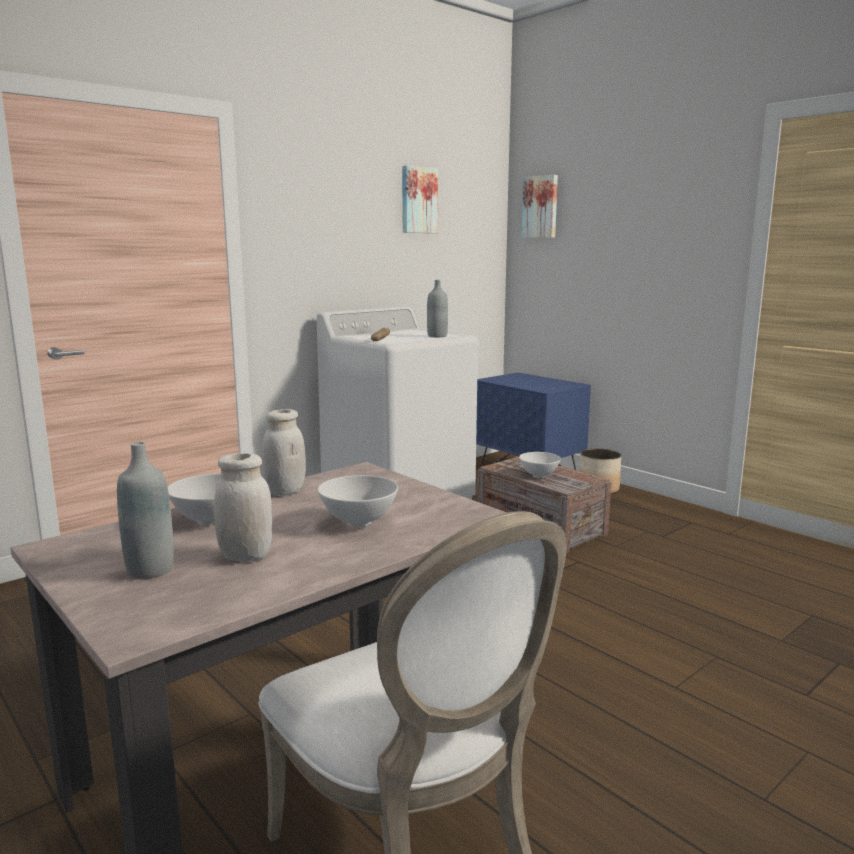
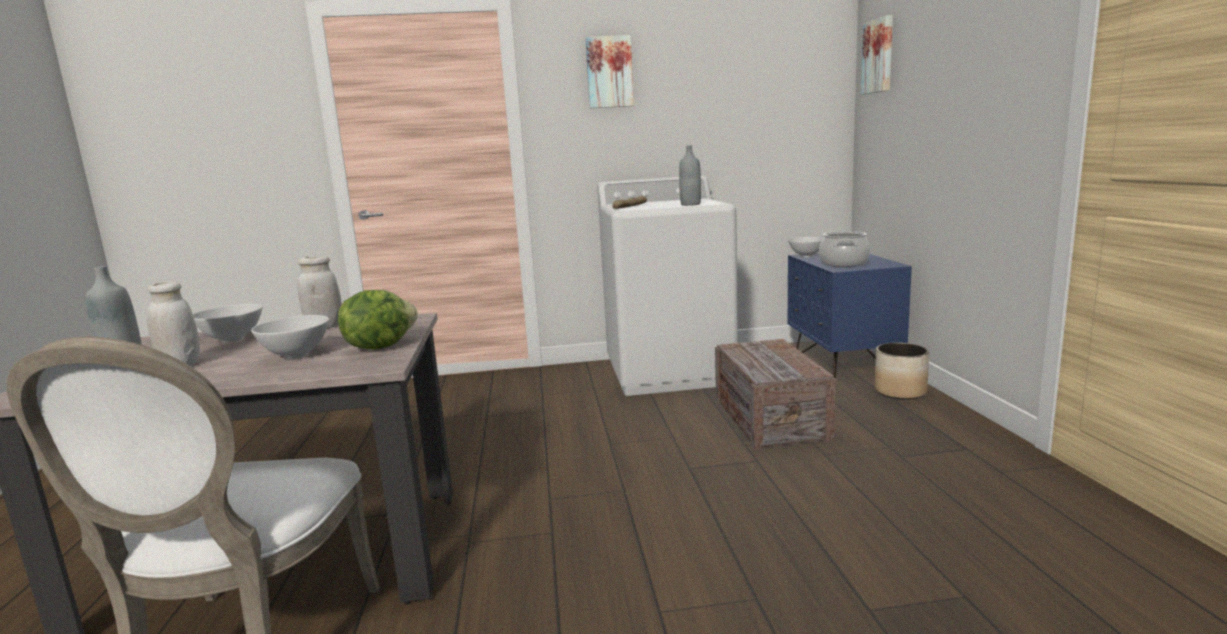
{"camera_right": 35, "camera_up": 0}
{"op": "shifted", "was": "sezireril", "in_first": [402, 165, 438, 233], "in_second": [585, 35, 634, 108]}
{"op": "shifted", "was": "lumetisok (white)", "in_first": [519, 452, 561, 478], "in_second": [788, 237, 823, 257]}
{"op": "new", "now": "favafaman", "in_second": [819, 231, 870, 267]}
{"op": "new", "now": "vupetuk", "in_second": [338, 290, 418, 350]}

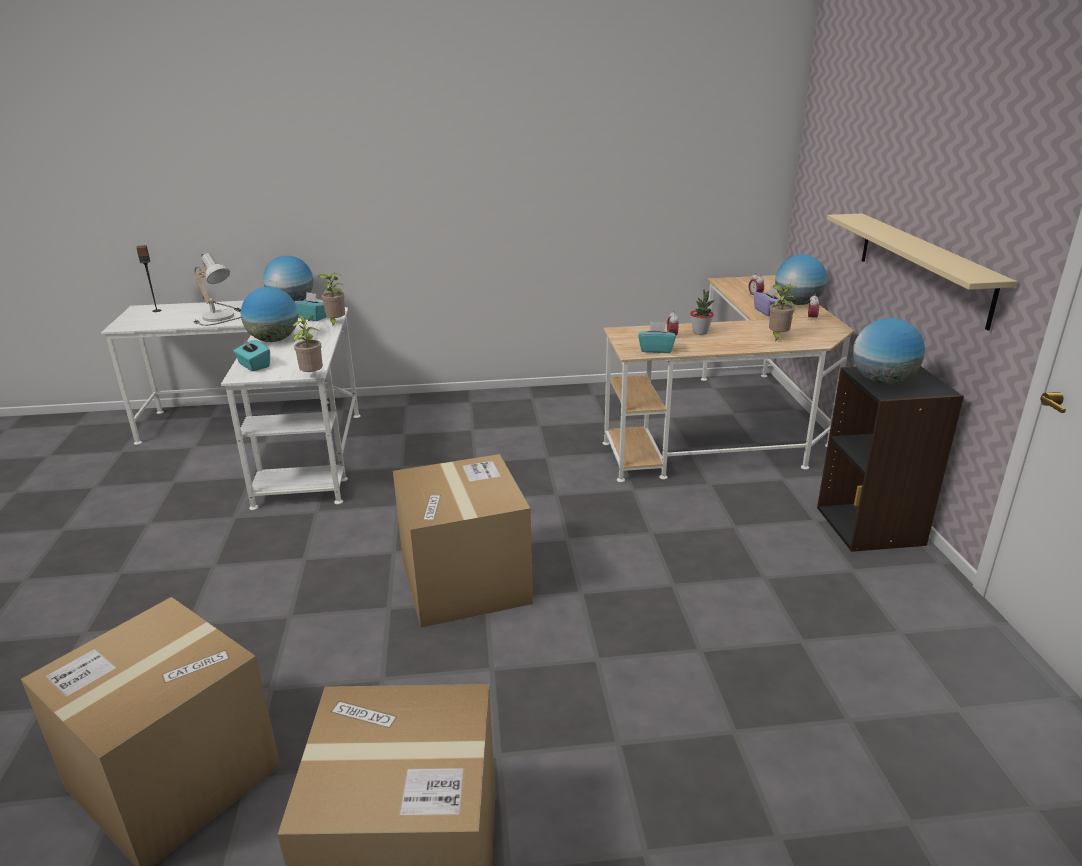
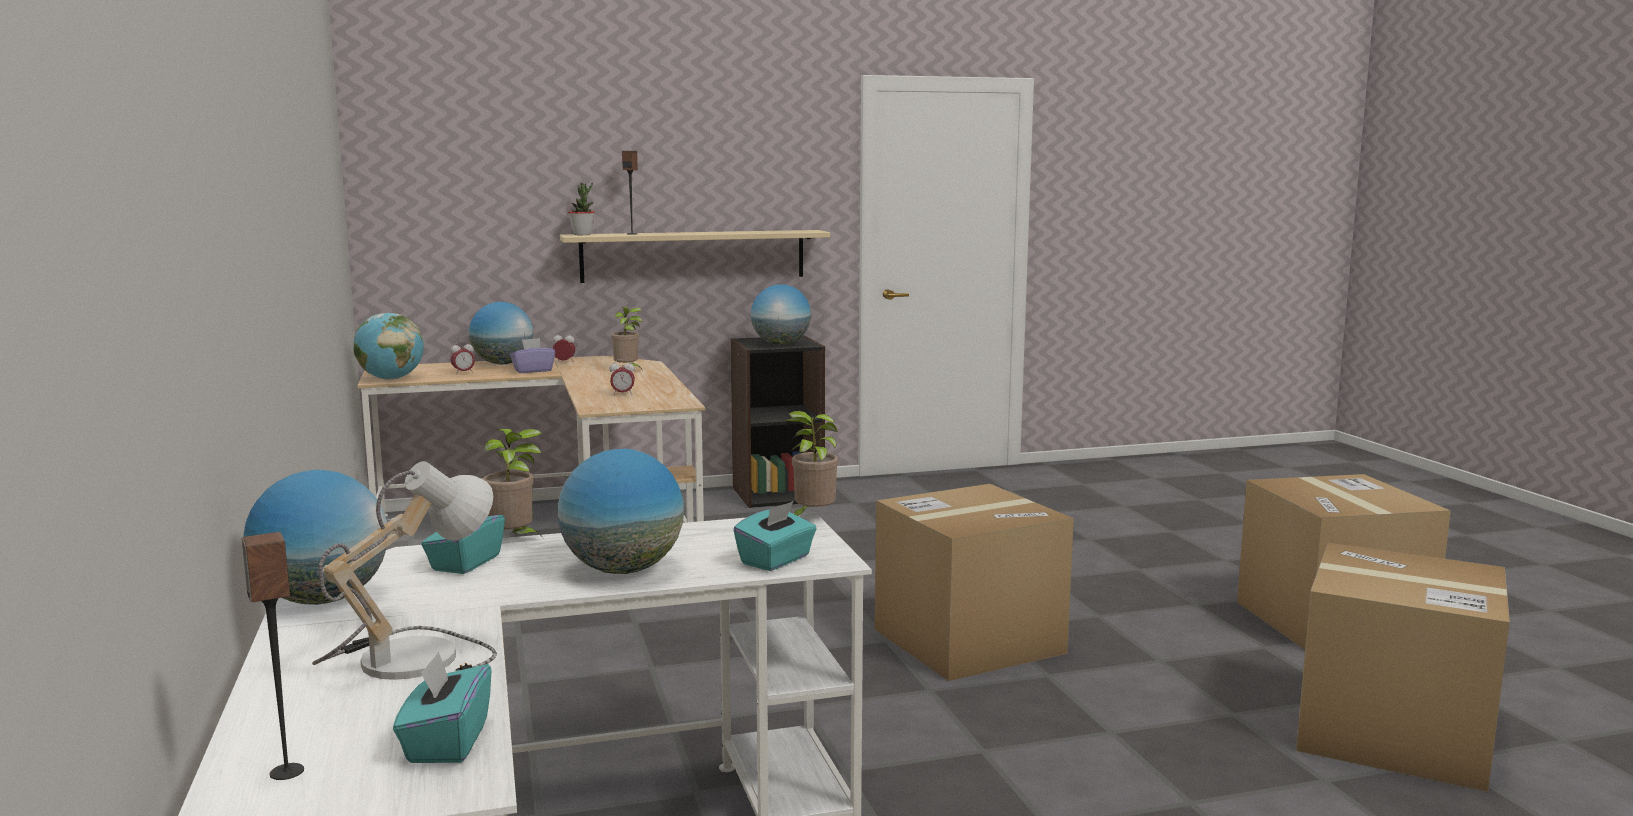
{"camera_right": -100, "camera_up": -15}
{"op": "shifted", "was": "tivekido", "in_first": [690, 289, 714, 335], "in_second": [568, 183, 595, 235]}
{"op": "shifted", "was": "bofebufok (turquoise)", "in_first": [638, 322, 676, 353], "in_second": [393, 651, 492, 763]}
{"op": "new", "now": "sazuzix", "in_second": [622, 151, 638, 235]}
{"op": "new", "now": "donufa", "in_second": [354, 313, 424, 380]}

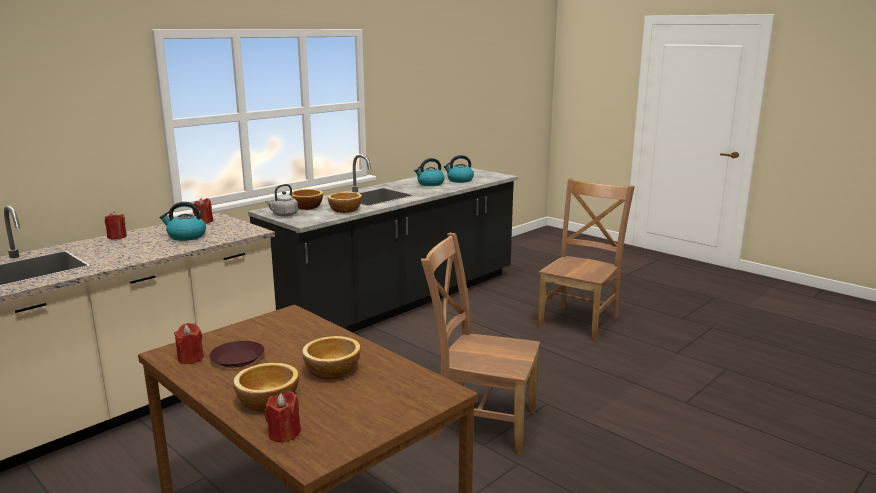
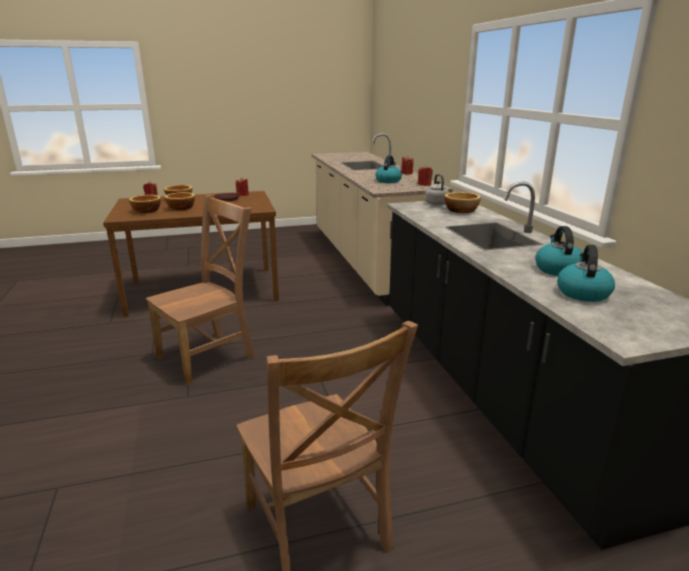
{"camera_right": 120, "camera_up": 5}
{"op": "shifted", "was": "lumetisok", "in_first": [328, 192, 362, 213], "in_second": [129, 195, 161, 213]}

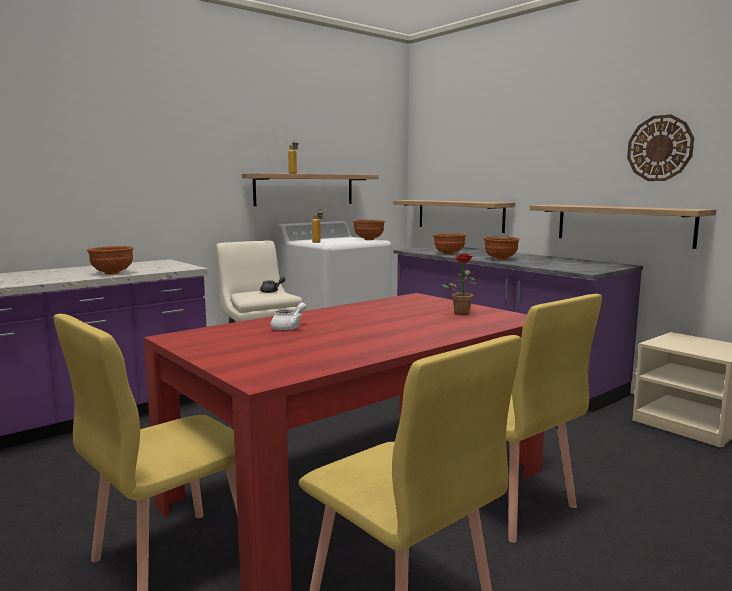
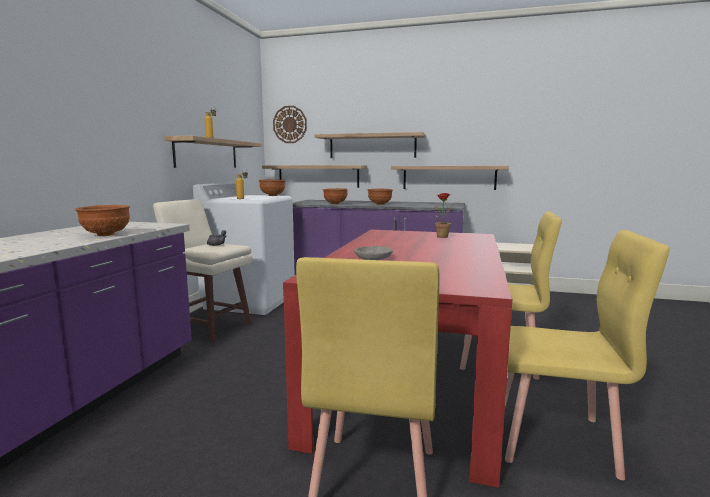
{"camera_right": -35, "camera_up": 0}
{"op": "shifted", "was": "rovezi", "in_first": [627, 114, 694, 181], "in_second": [273, 106, 307, 143]}
{"op": "swapped", "was": "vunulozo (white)", "now": "lumetisok (grey)", "in_first": [271, 302, 306, 331], "in_second": [354, 246, 393, 260]}
{"op": "new", "now": "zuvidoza", "in_second": [315, 132, 426, 158]}

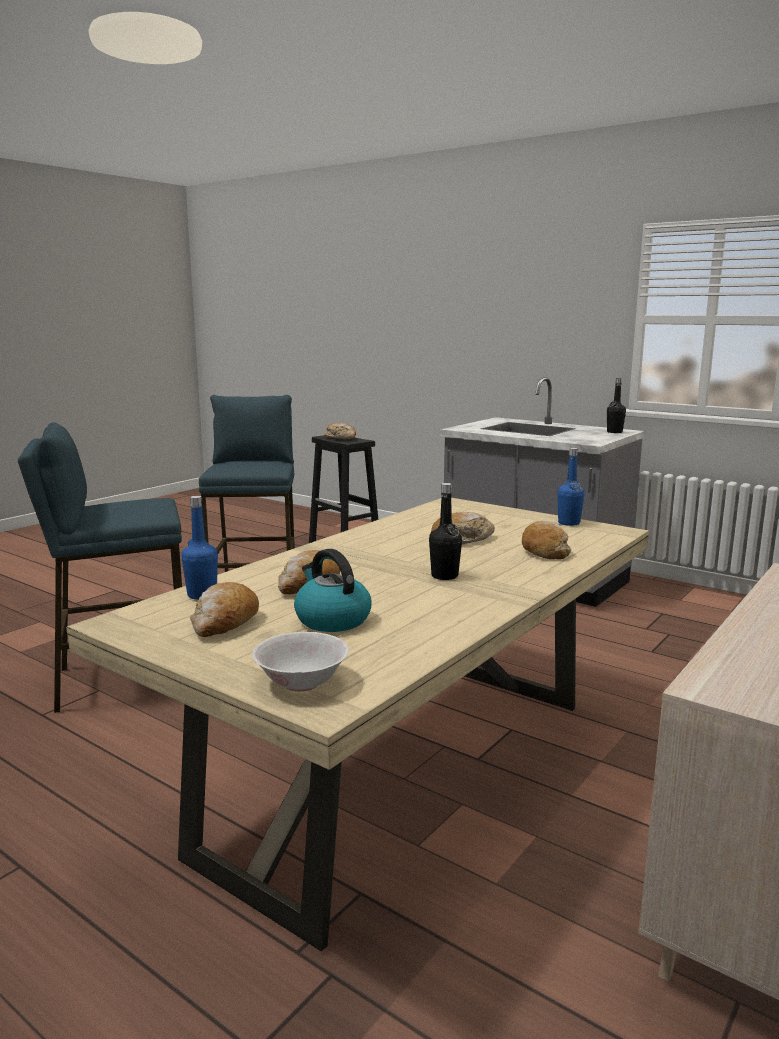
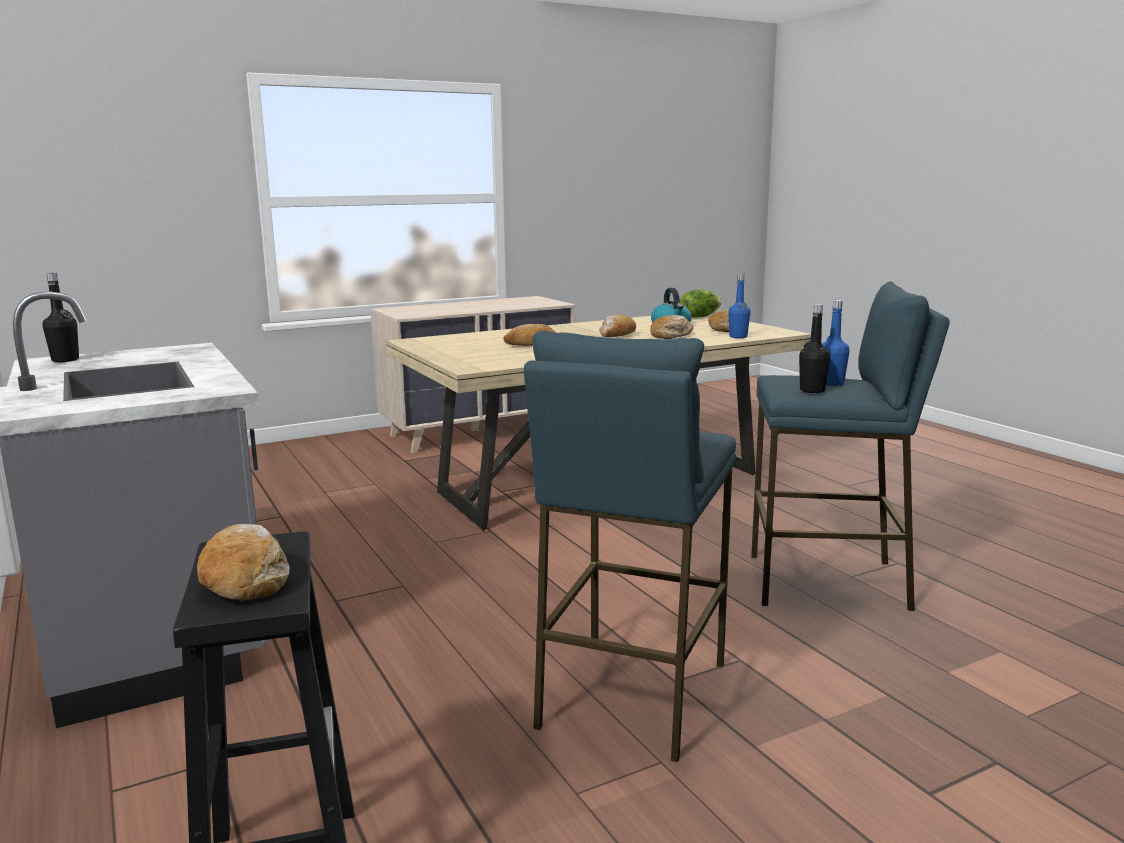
{"camera_right": -155, "camera_up": 0}
{"op": "shifted", "was": "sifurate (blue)", "in_first": [557, 448, 585, 526], "in_second": [822, 300, 850, 386]}
{"op": "shifted", "was": "sifurate (black)", "in_first": [429, 483, 462, 580], "in_second": [799, 304, 830, 393]}
{"op": "shifted", "was": "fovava", "in_first": [522, 521, 571, 559], "in_second": [599, 314, 636, 337]}
{"op": "swapped", "was": "lumetisok (white)", "now": "vupetuk", "in_first": [252, 632, 349, 692], "in_second": [680, 289, 721, 318]}

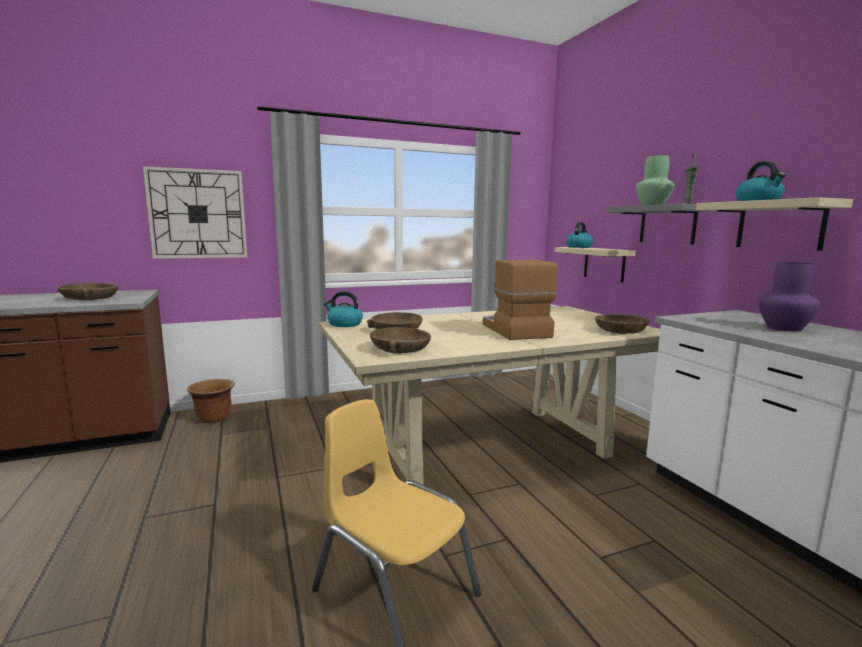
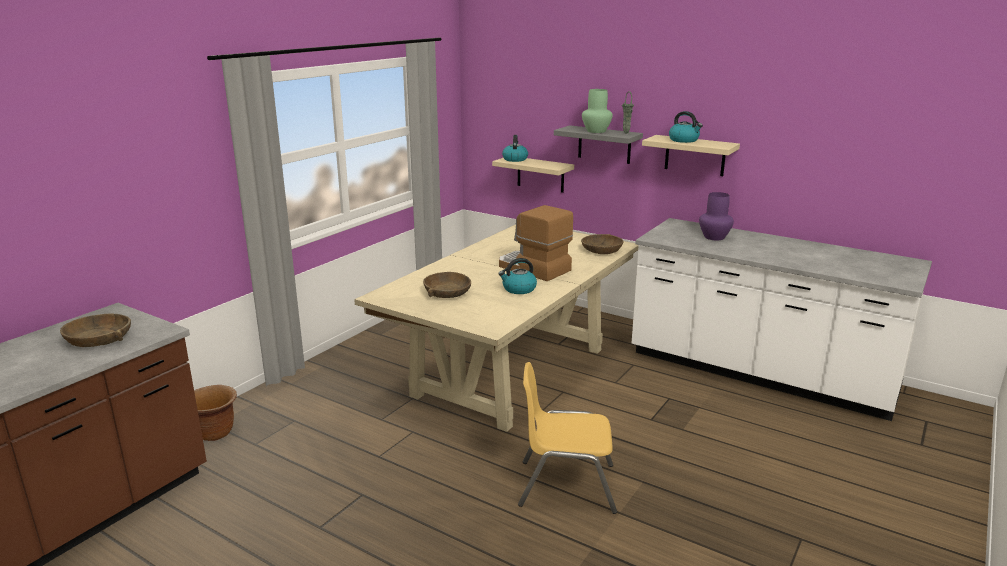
{"camera_right": -35, "camera_up": 10}
{"op": "gone", "was": "rovezi", "in_first": [143, 166, 247, 259]}
{"op": "shifted", "was": "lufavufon", "in_first": [324, 291, 363, 327], "in_second": [498, 258, 537, 294]}
{"op": "gone", "was": "lumetisok (brown)", "in_first": [370, 327, 431, 354]}

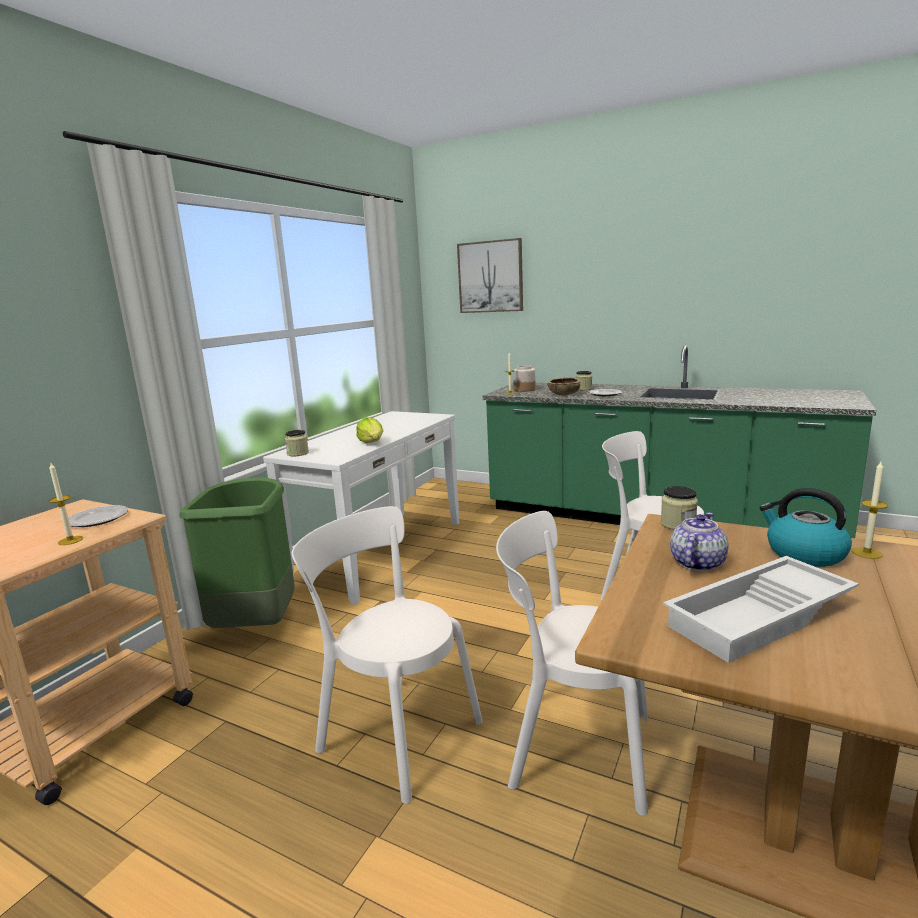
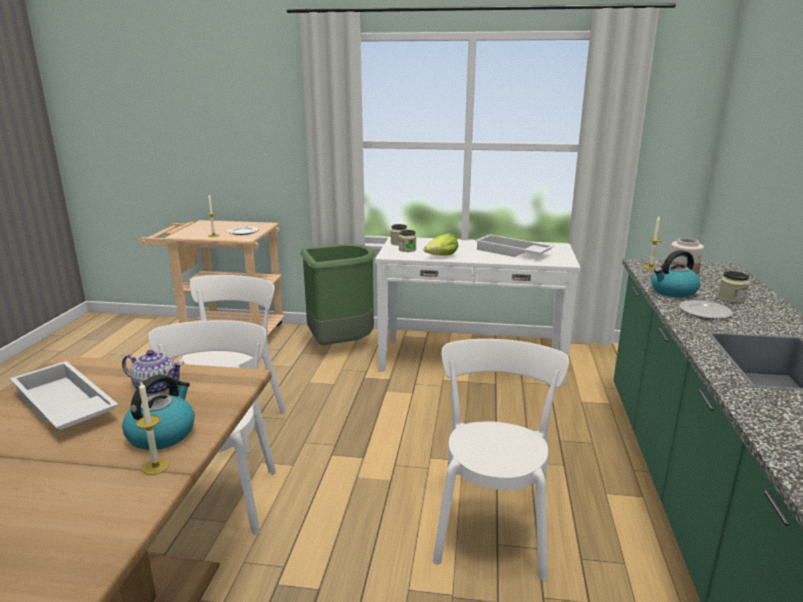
{"camera_right": 70, "camera_up": 5}
{"op": "gone", "was": "sezireril", "in_first": [457, 238, 523, 313]}
{"op": "swapped", "was": "lumetisok (brown)", "now": "lufavufon", "in_first": [547, 378, 580, 395], "in_second": [651, 250, 700, 298]}
{"op": "shifted", "was": "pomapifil", "in_first": [661, 486, 698, 530], "in_second": [399, 230, 416, 252]}
{"op": "new", "now": "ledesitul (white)", "in_second": [475, 235, 554, 257]}

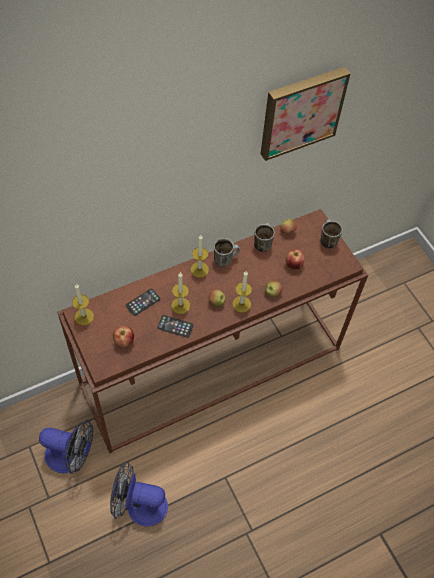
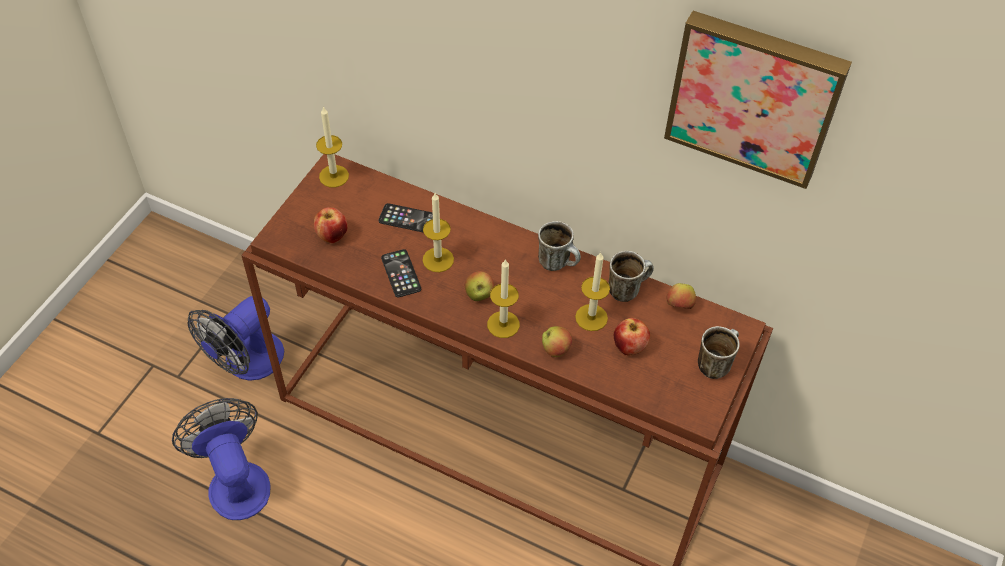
{"camera_right": 55, "camera_up": -5}
{"op": "shifted", "was": "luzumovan", "in_first": [191, 235, 209, 277], "in_second": [575, 252, 610, 331]}
{"op": "rotated", "was": "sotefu", "in_first": [39, 420, 93, 474], "in_second": [187, 296, 284, 381], "clockwise": 60}

